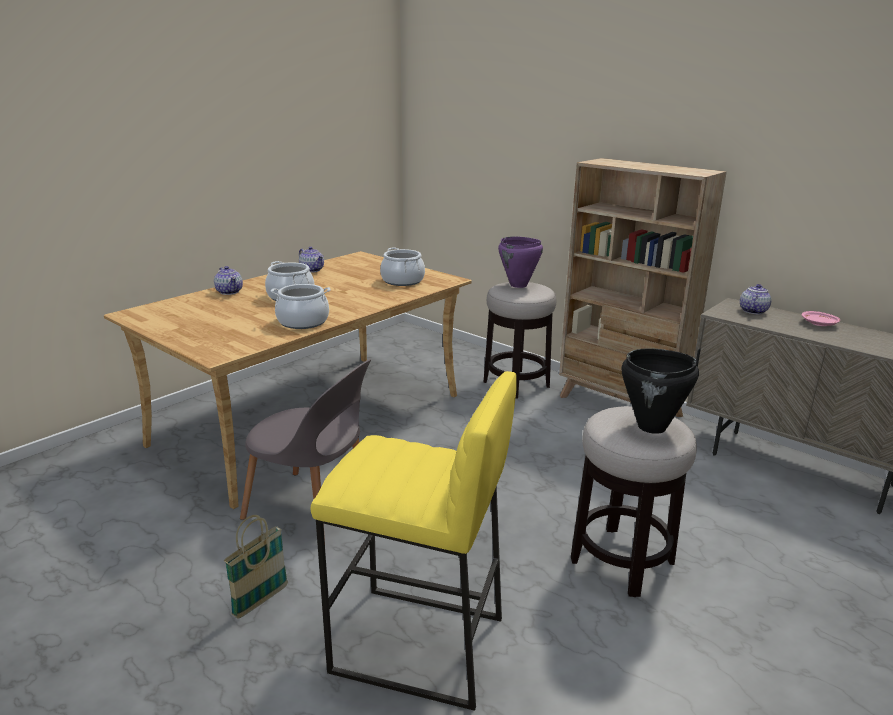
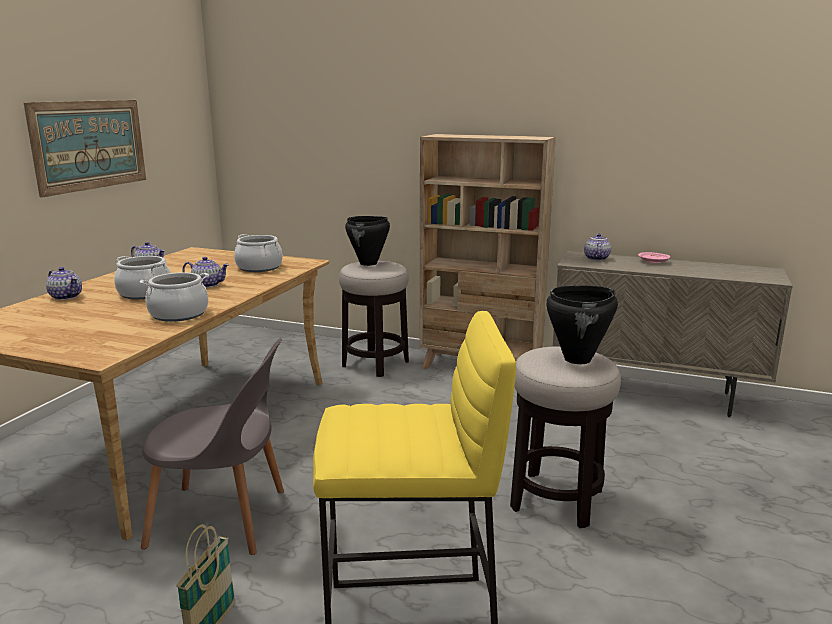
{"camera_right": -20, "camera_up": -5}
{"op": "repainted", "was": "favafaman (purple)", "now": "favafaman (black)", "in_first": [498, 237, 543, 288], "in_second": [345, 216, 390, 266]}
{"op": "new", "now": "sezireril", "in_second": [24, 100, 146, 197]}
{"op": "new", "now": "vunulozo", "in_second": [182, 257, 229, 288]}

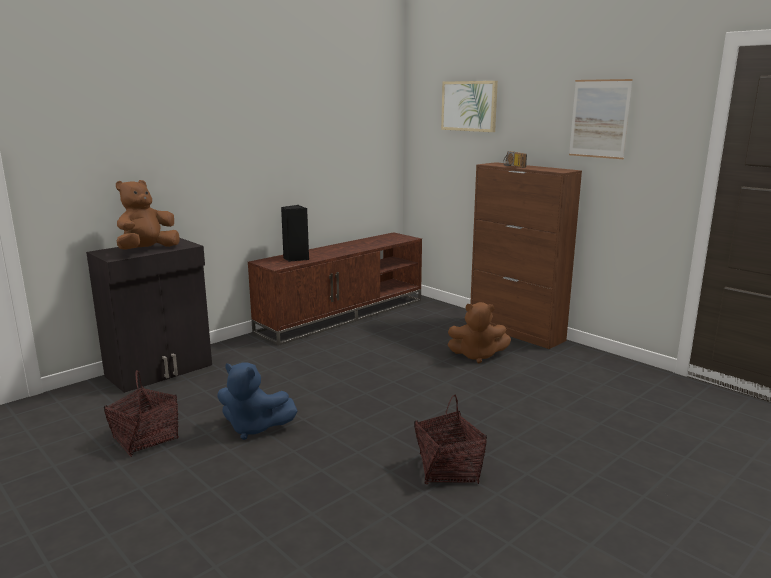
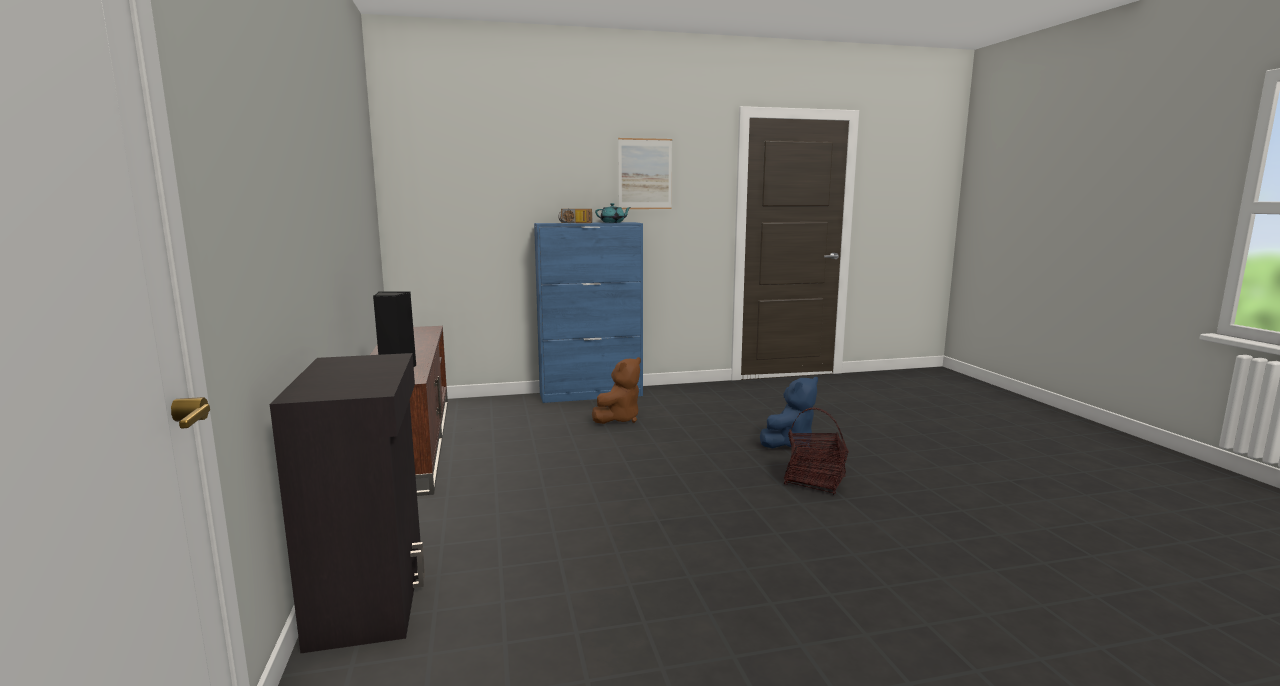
{"camera_right": -60, "camera_up": -5}
{"op": "gone", "was": "sezireril", "in_first": [441, 81, 498, 132]}
{"op": "repainted", "was": "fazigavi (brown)", "now": "fazigavi (blue)", "in_first": [470, 162, 582, 349], "in_second": [534, 222, 643, 403]}
{"op": "gone", "was": "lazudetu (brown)", "in_first": [116, 180, 180, 250]}
{"op": "shifted", "was": "lazudetu (blue)", "in_first": [217, 362, 297, 440], "in_second": [760, 377, 818, 448]}
{"op": "gone", "was": "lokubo", "in_first": [104, 370, 179, 457]}
{"op": "new", "now": "vunulozo (turquoise)", "in_second": [595, 203, 631, 223]}

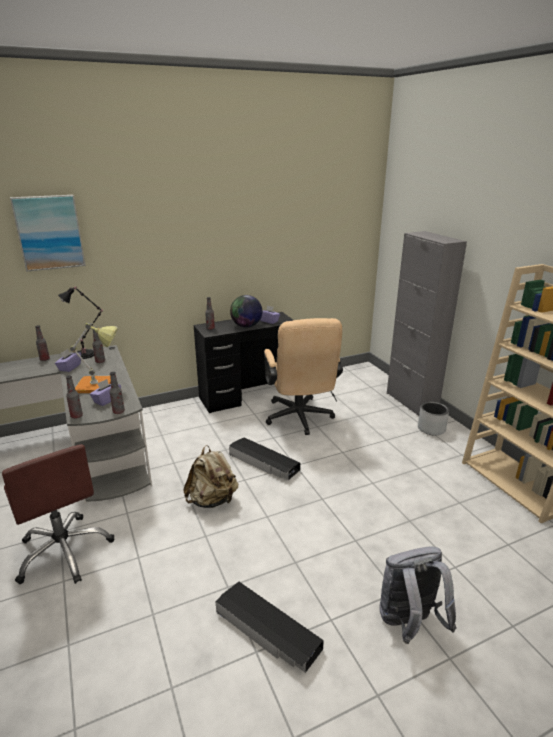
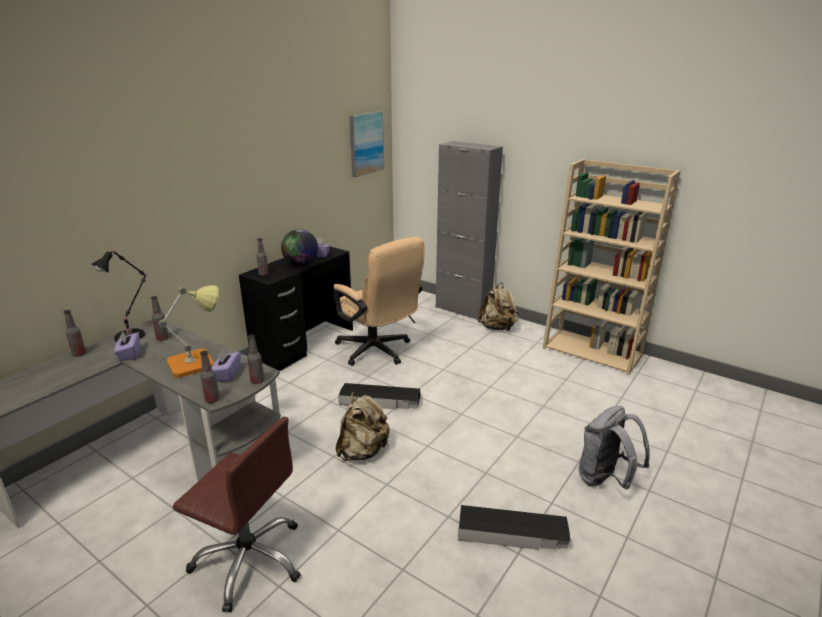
{"camera_right": -30, "camera_up": 0}
{"op": "shifted", "was": "sezireril", "in_first": [10, 195, 86, 272], "in_second": [350, 111, 384, 177]}
{"op": "swapped", "was": "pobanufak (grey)", "now": "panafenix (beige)", "in_first": [418, 401, 449, 436], "in_second": [478, 282, 519, 331]}

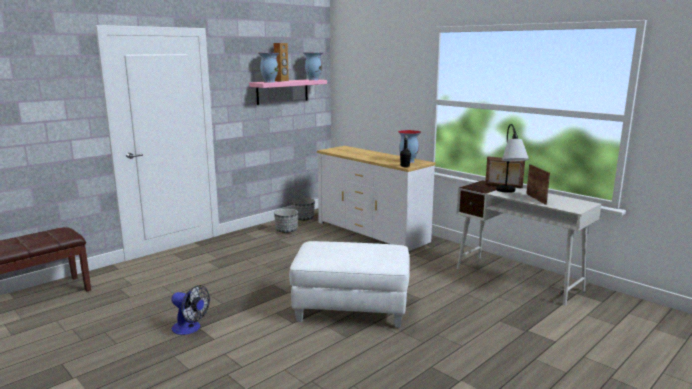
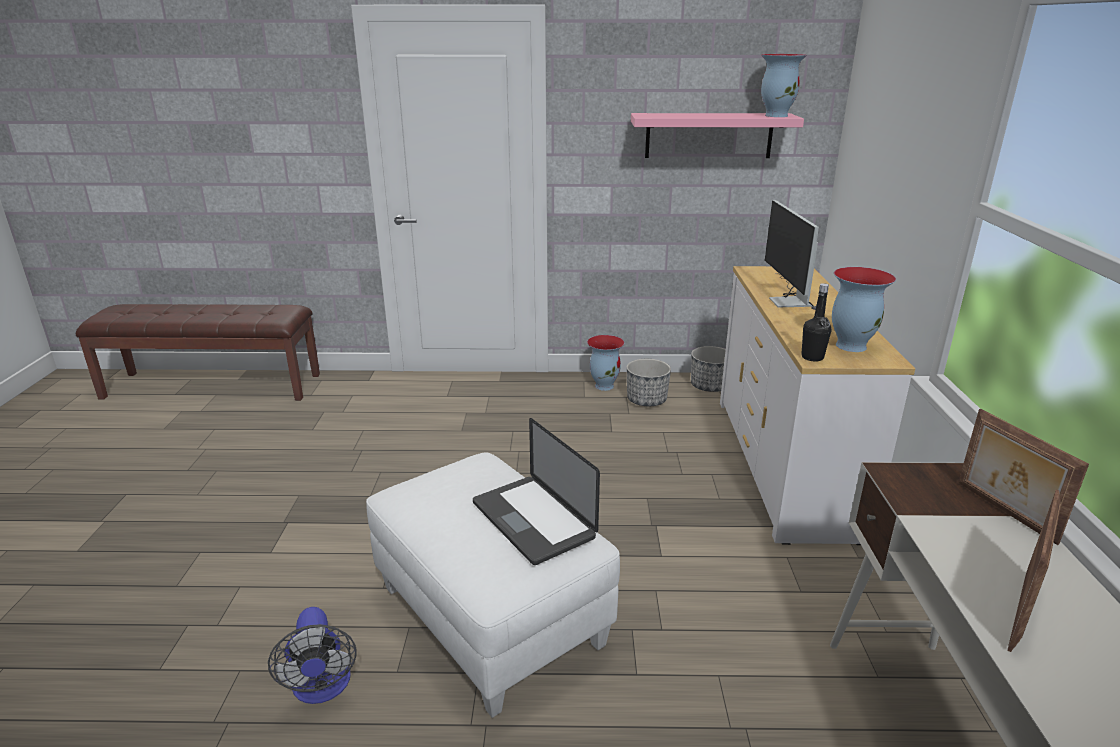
{"camera_right": 45, "camera_up": 10}
{"op": "gone", "was": "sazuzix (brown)", "in_first": [273, 43, 289, 82]}
{"op": "shifted", "was": "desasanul", "in_first": [258, 53, 279, 83], "in_second": [587, 335, 625, 391]}
{"op": "gone", "was": "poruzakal", "in_first": [496, 124, 529, 193]}
{"op": "shifted", "was": "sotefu", "in_first": [171, 285, 210, 335], "in_second": [268, 607, 357, 704]}
{"op": "new", "now": "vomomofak", "in_second": [765, 200, 819, 310]}
{"op": "new", "now": "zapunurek", "in_second": [473, 418, 600, 565]}

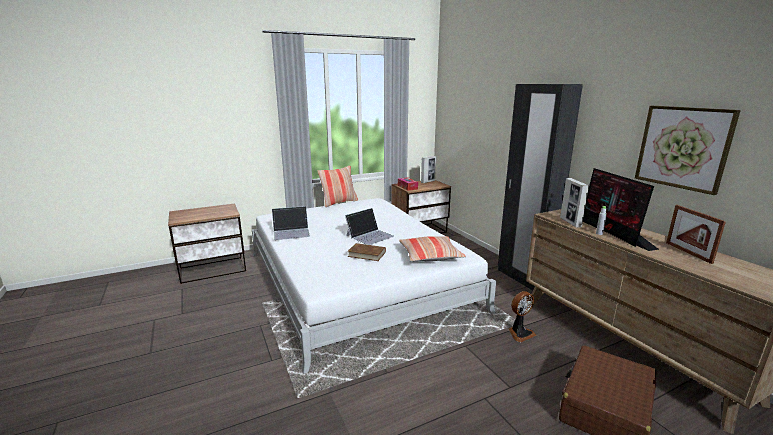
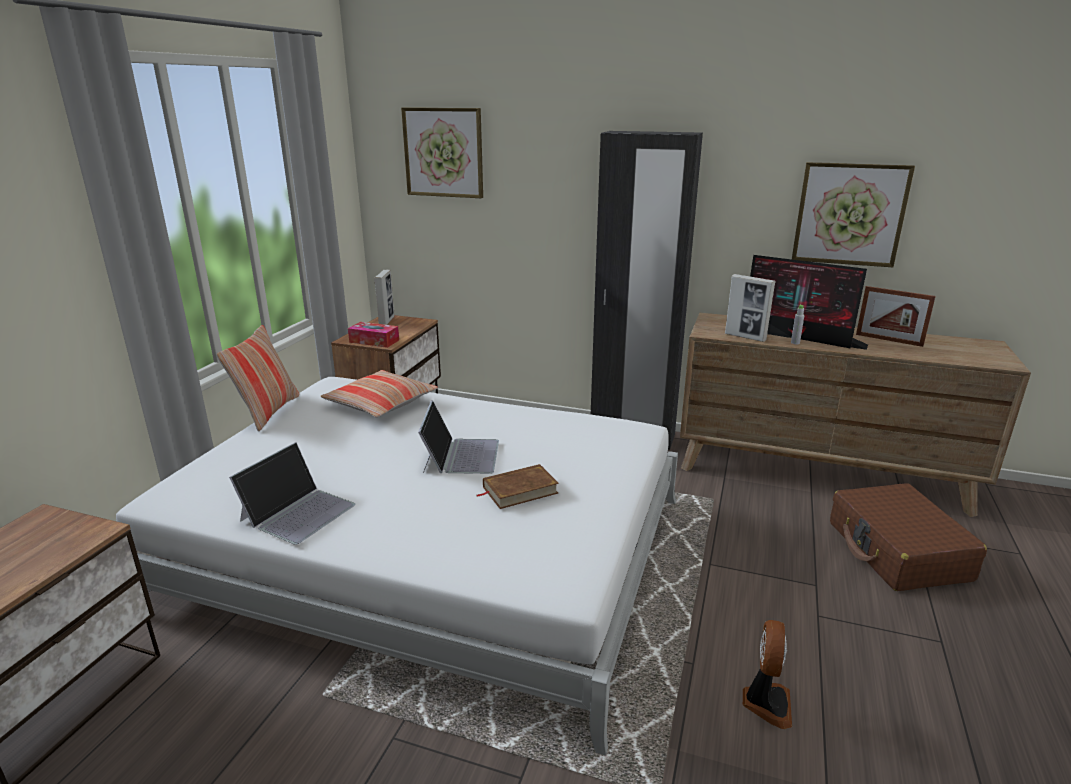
{"camera_right": -45, "camera_up": 5}
{"op": "shifted", "was": "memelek", "in_first": [399, 236, 466, 261], "in_second": [321, 370, 438, 418]}
{"op": "shifted", "was": "sotefu", "in_first": [509, 291, 536, 342], "in_second": [743, 620, 792, 729]}
{"op": "new", "now": "sezireril", "in_second": [401, 107, 483, 198]}

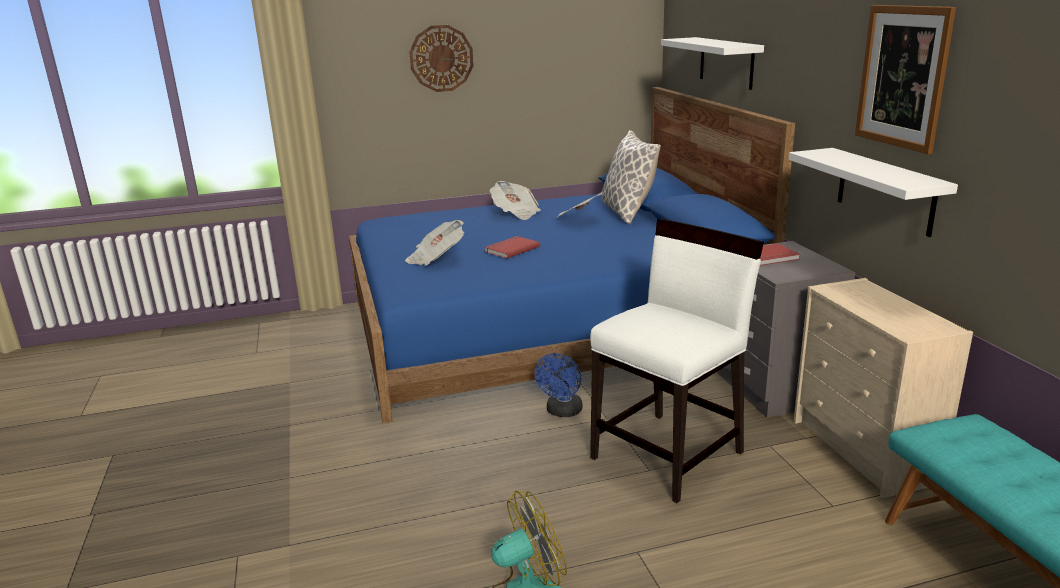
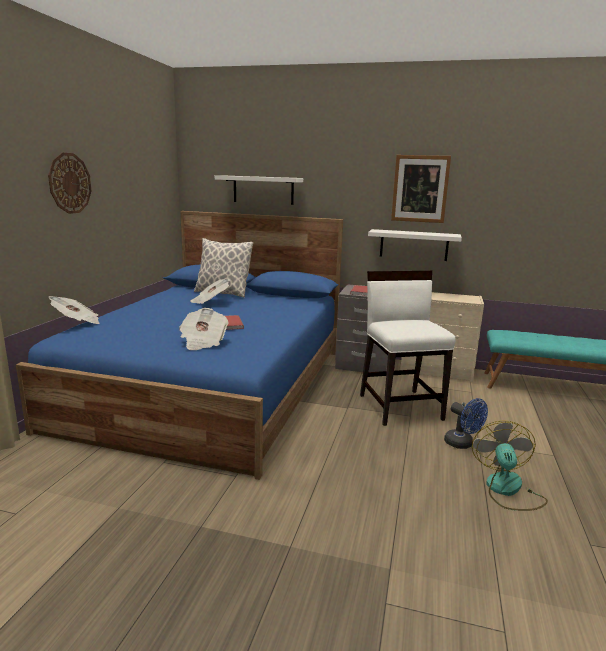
{"camera_right": -60, "camera_up": -5}
{"op": "shifted", "was": "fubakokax", "in_first": [490, 181, 541, 220], "in_second": [49, 296, 99, 324]}
{"op": "shifted", "was": "sotefu (blue)", "in_first": [534, 353, 583, 417], "in_second": [444, 398, 488, 449]}

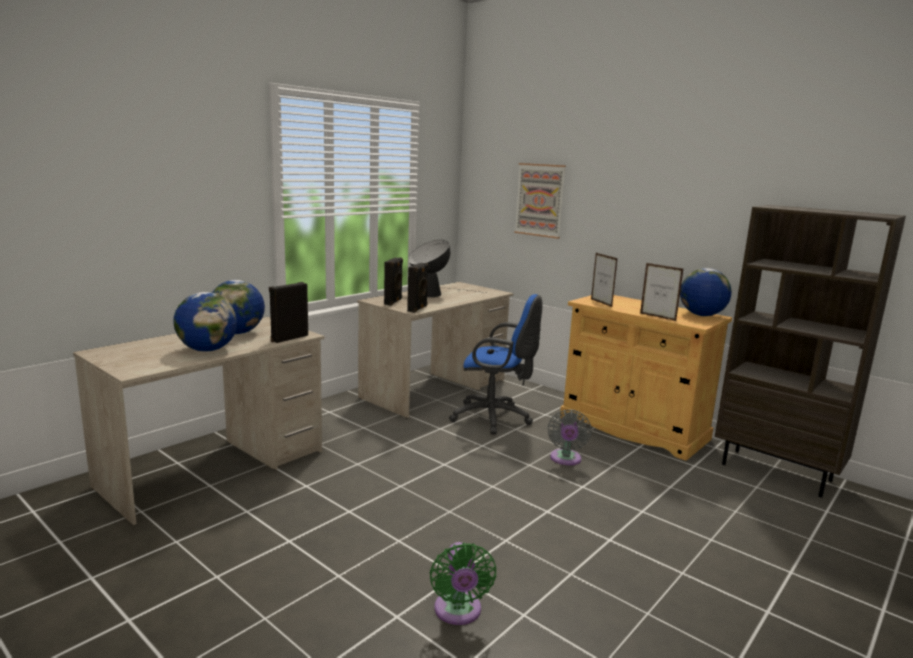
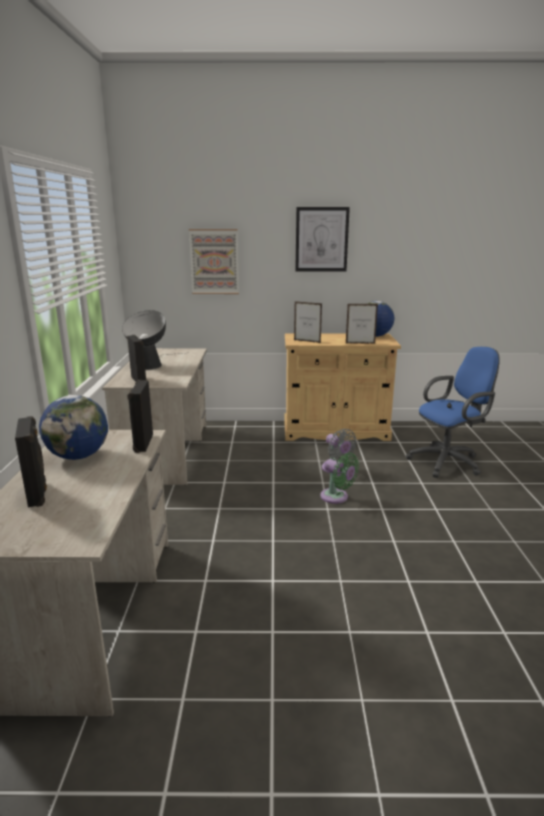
{"camera_right": -40, "camera_up": 5}
{"op": "gone", "was": "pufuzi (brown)", "in_first": [715, 205, 906, 498]}
{"op": "shifted", "was": "sazuzix (black)", "in_first": [407, 263, 429, 313], "in_second": [15, 416, 47, 507]}
{"op": "gone", "was": "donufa", "in_first": [173, 292, 237, 352]}
{"op": "shifted", "was": "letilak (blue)", "in_first": [449, 294, 543, 434], "in_second": [406, 347, 500, 478]}
{"op": "shifted", "was": "sotefu (green)", "in_first": [430, 542, 496, 625], "in_second": [320, 453, 359, 504]}
{"op": "new", "now": "sezireril", "in_second": [295, 207, 350, 272]}

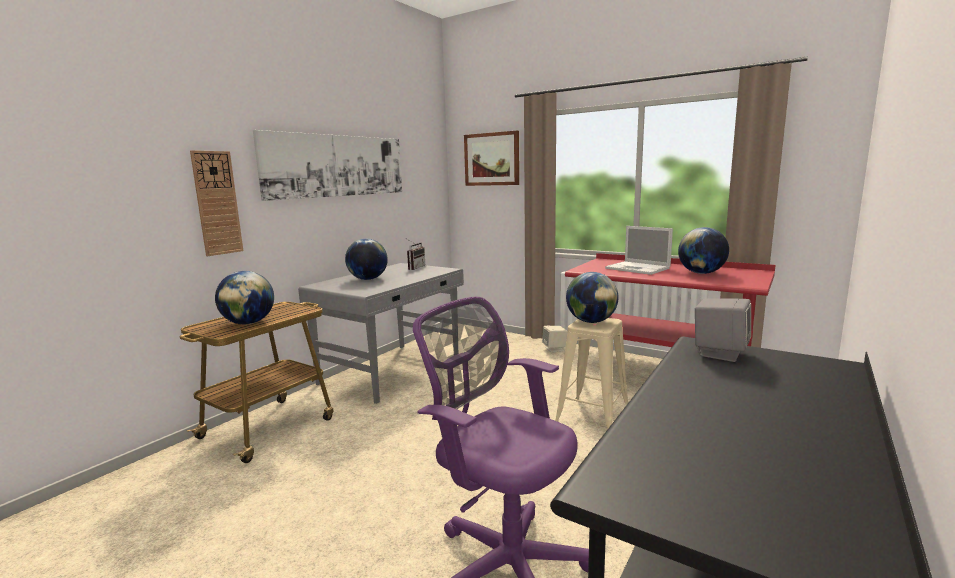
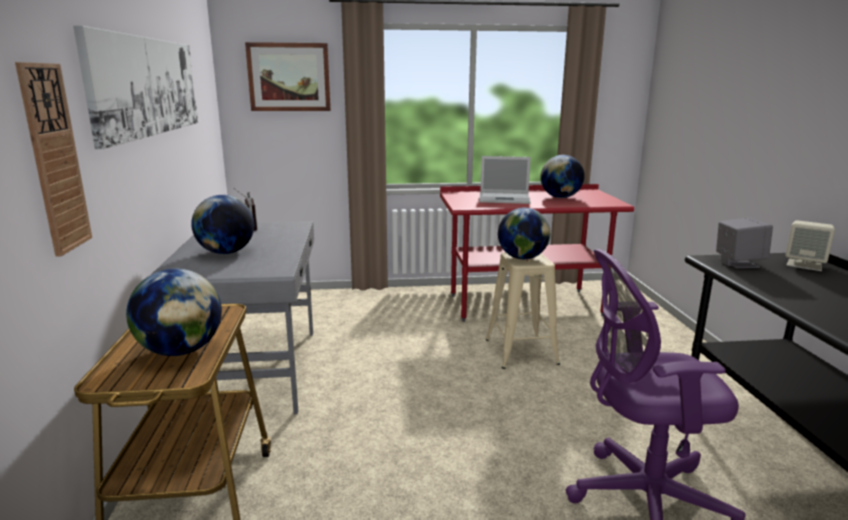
{"camera_right": -40, "camera_up": 5}
{"op": "shifted", "was": "sazuzix (beige)", "in_first": [542, 326, 568, 353], "in_second": [785, 220, 835, 271]}

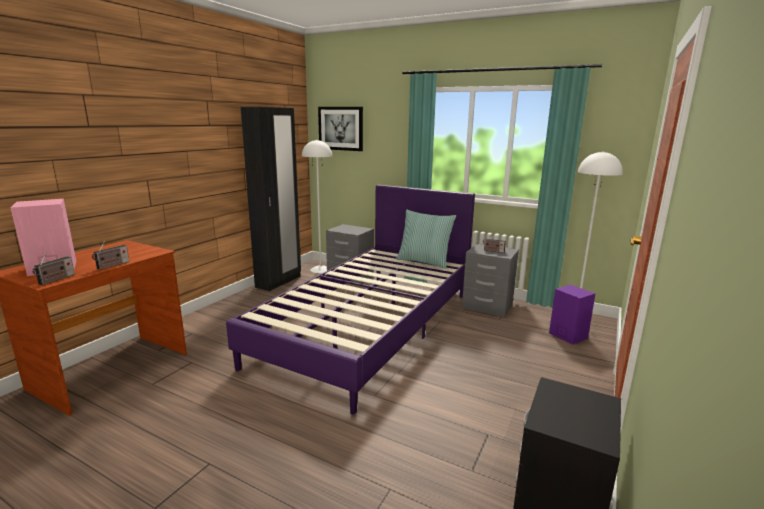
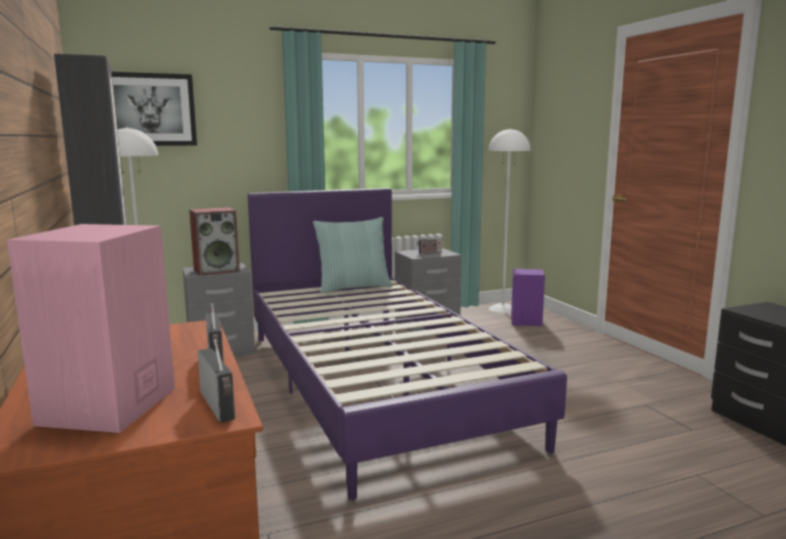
{"camera_right": -50, "camera_up": -5}
{"op": "new", "now": "sazuzix", "in_second": [189, 207, 240, 276]}

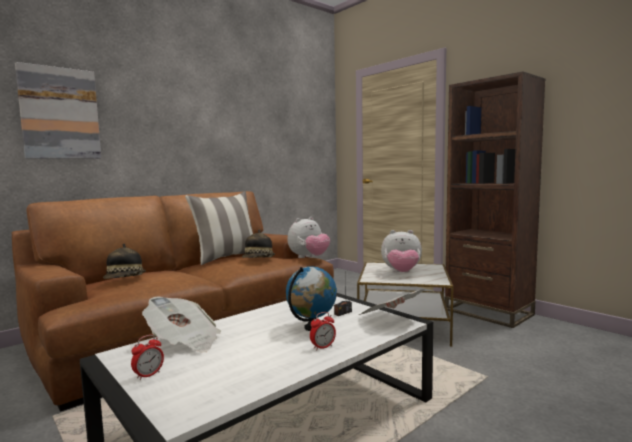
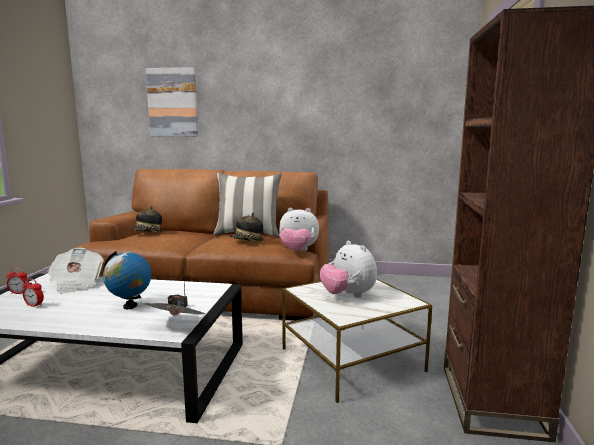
{"camera_right": 50, "camera_up": 5}
{"op": "shifted", "was": "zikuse", "in_first": [310, 312, 336, 350], "in_second": [23, 279, 44, 307]}

